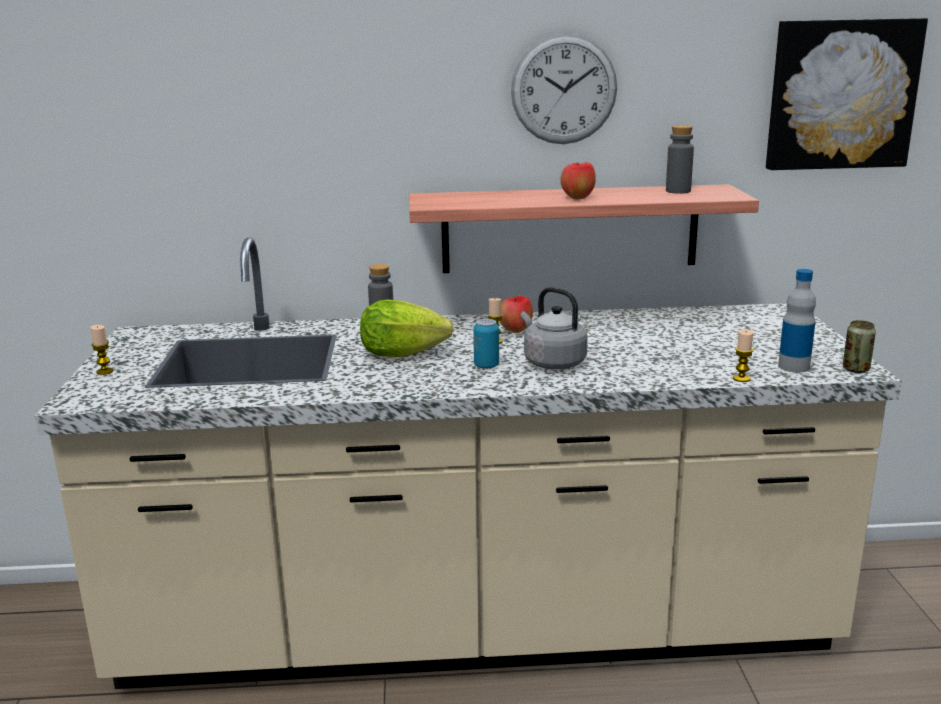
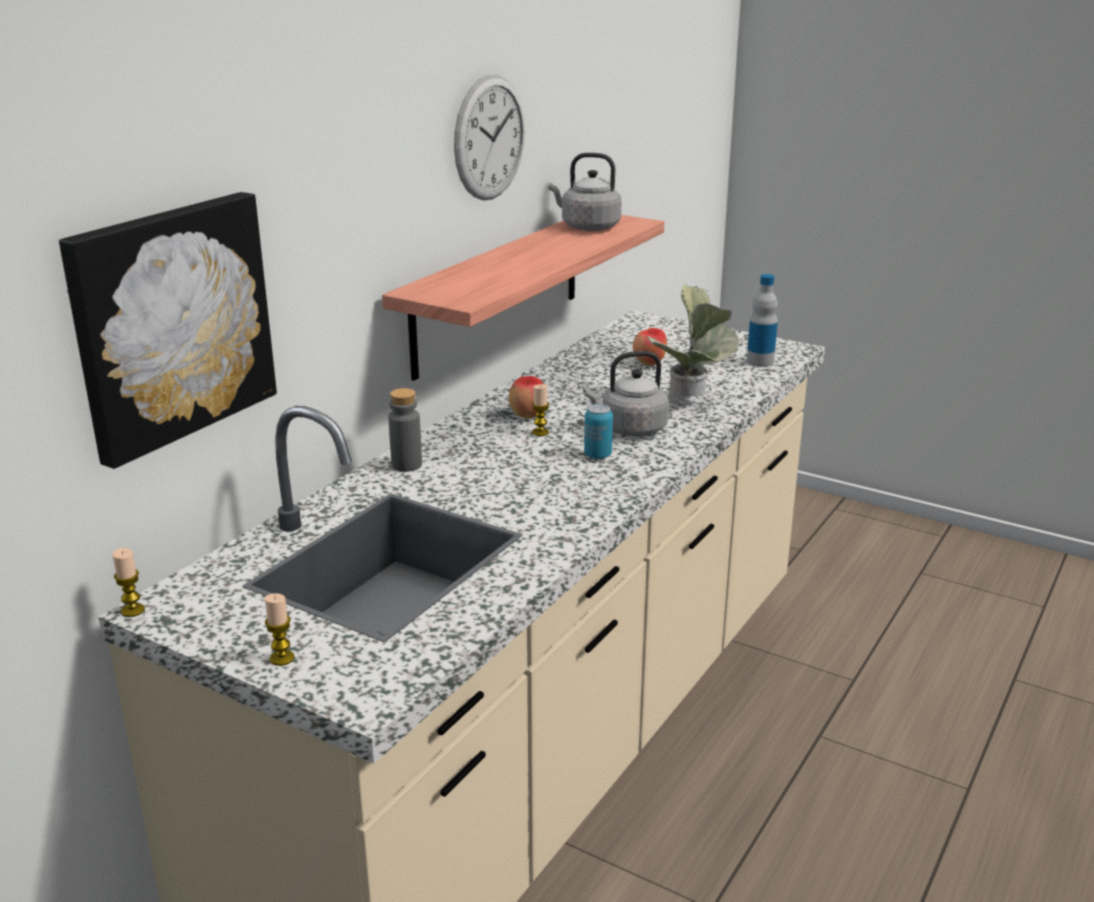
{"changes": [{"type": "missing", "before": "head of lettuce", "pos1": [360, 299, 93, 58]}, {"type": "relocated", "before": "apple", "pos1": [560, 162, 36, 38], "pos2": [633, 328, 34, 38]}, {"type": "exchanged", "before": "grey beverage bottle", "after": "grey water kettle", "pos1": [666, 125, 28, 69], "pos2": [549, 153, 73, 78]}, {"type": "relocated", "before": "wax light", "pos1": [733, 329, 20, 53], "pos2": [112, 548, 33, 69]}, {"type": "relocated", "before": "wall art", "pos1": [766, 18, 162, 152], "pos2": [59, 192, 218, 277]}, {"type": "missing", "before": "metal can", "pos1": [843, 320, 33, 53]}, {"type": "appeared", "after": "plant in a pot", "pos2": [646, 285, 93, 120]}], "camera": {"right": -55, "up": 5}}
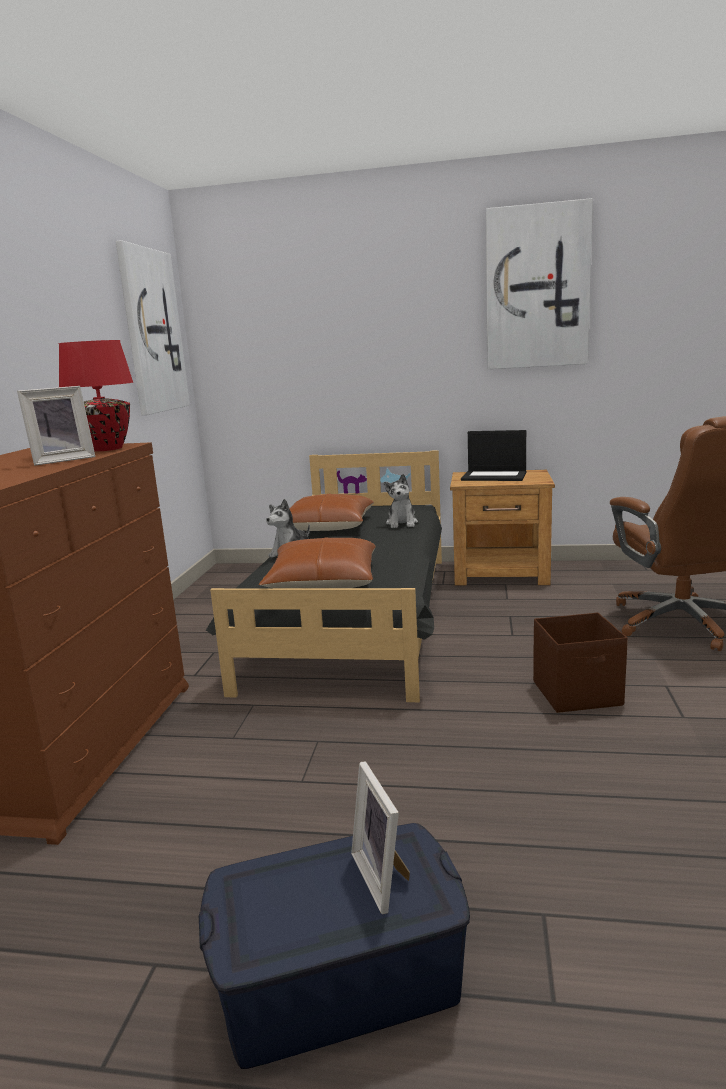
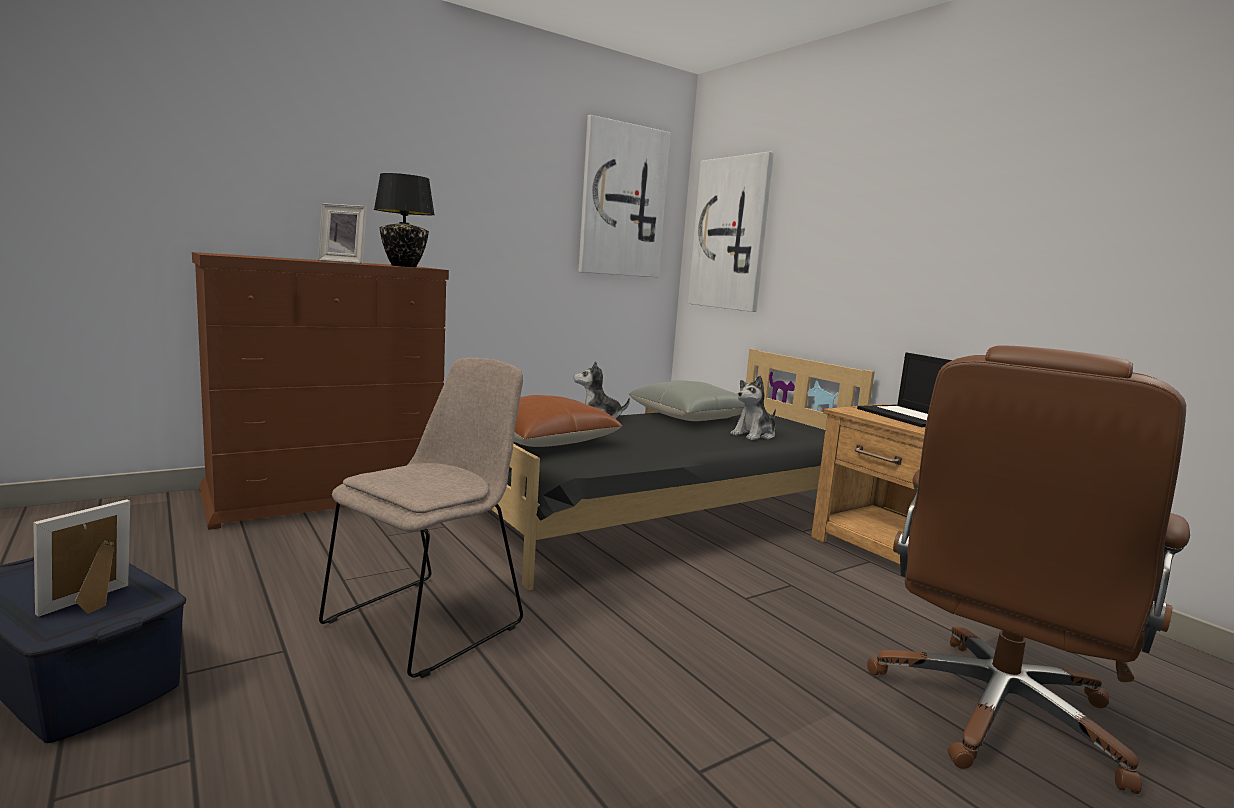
{"changes": [{"type": "colour", "before": "red-coloured tabletop lamp", "after": "black tabletop lamp", "pos1": [59, 340, 74, 111], "pos2": [374, 173, 61, 94]}, {"type": "colour", "before": "brown-coloured throw pillow", "after": "grey throw pillow", "pos1": [290, 494, 84, 37], "pos2": [629, 380, 116, 41]}, {"type": "relocated", "before": "wall art", "pos1": [486, 198, 107, 171], "pos2": [688, 152, 86, 160]}, {"type": "missing", "before": "brown-coloured storage bin", "pos1": [533, 612, 95, 101]}, {"type": "appeared", "after": "beige chair", "pos2": [319, 358, 204, 320]}], "camera": {"right": 45, "up": -5}}
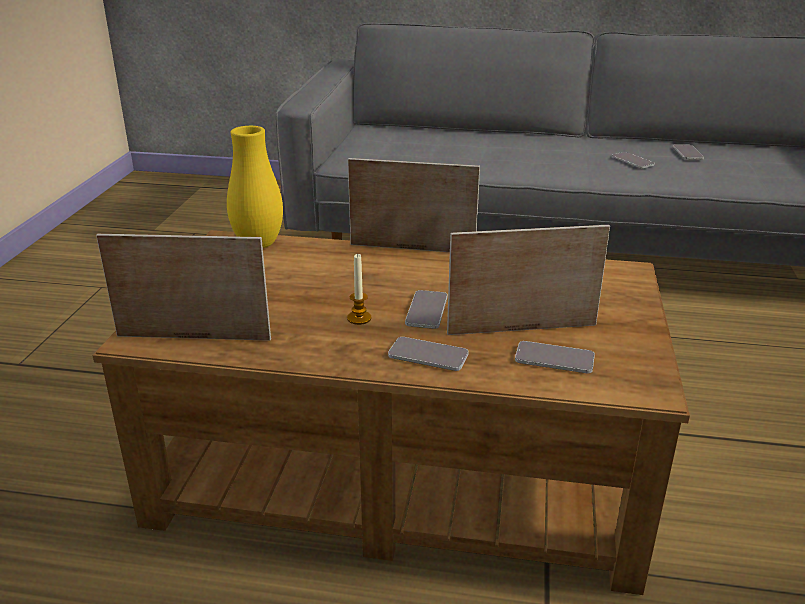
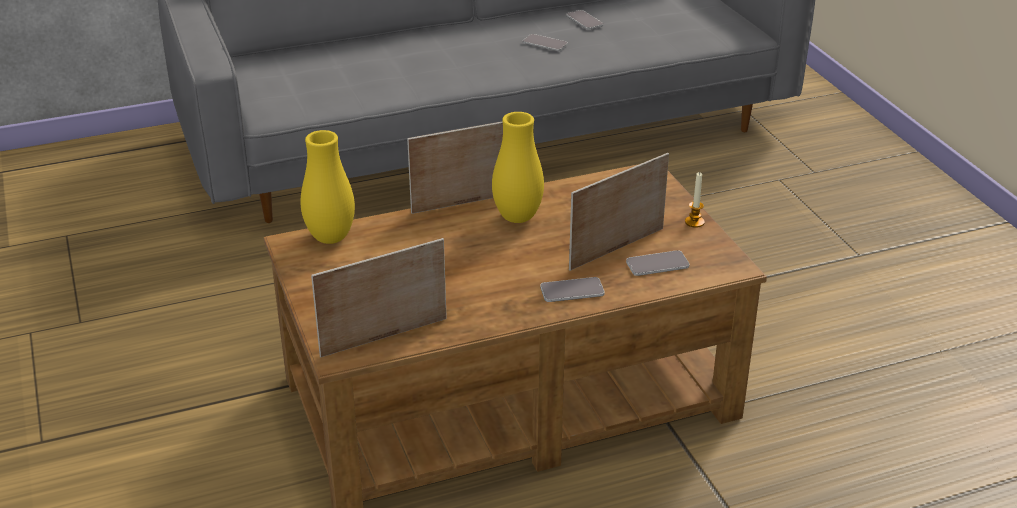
{"changes": [{"type": "relocated", "before": "wax light", "pos1": [347, 253, 24, 72], "pos2": [685, 172, 20, 56]}, {"type": "missing", "before": "handset", "pos1": [405, 290, 43, 39]}, {"type": "appeared", "after": "yellow decorative vase", "pos2": [492, 112, 52, 111]}], "camera": {"right": -30, "up": 5}}
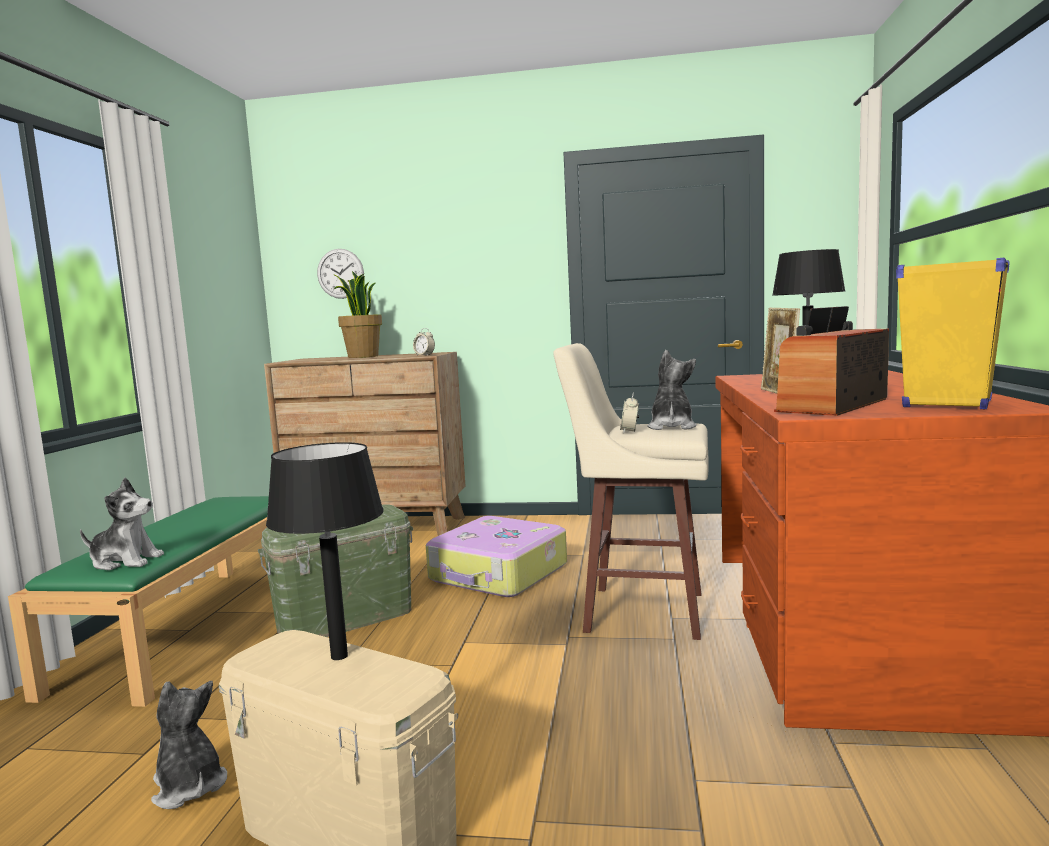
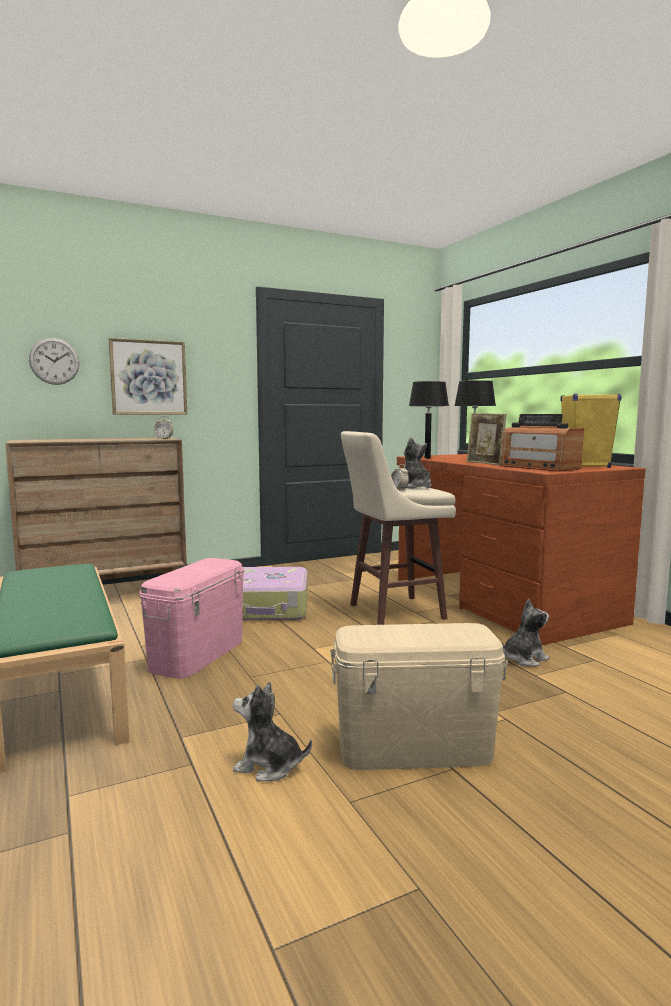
{"changes": [{"type": "relocated", "before": "plush toy", "pos1": [80, 477, 84, 93], "pos2": [502, 599, 47, 68]}, {"type": "colour", "before": "greenish storage bin", "after": "pink storage bin", "pos1": [258, 504, 155, 133], "pos2": [139, 558, 105, 121]}, {"type": "relocated", "before": "black tabletop lamp", "pos1": [266, 442, 118, 218], "pos2": [409, 381, 40, 78]}, {"type": "missing", "before": "plant in a pot", "pos1": [333, 271, 49, 87]}, {"type": "spun", "before": "radio receiver", "pos1": [774, 306, 115, 110], "pos2": [501, 414, 83, 58], "turn": -45}, {"type": "appeared", "after": "wall art", "pos2": [109, 338, 78, 77]}], "camera": {"right": -35, "up": 0}}
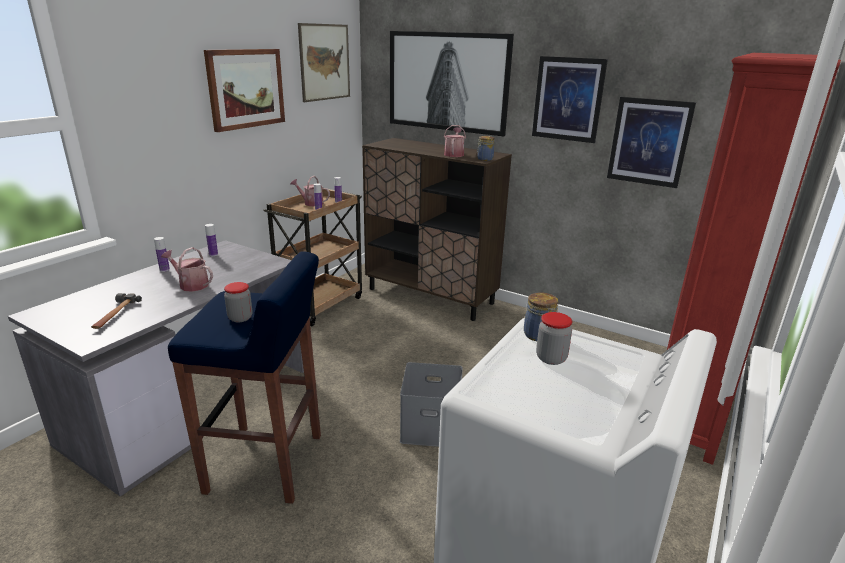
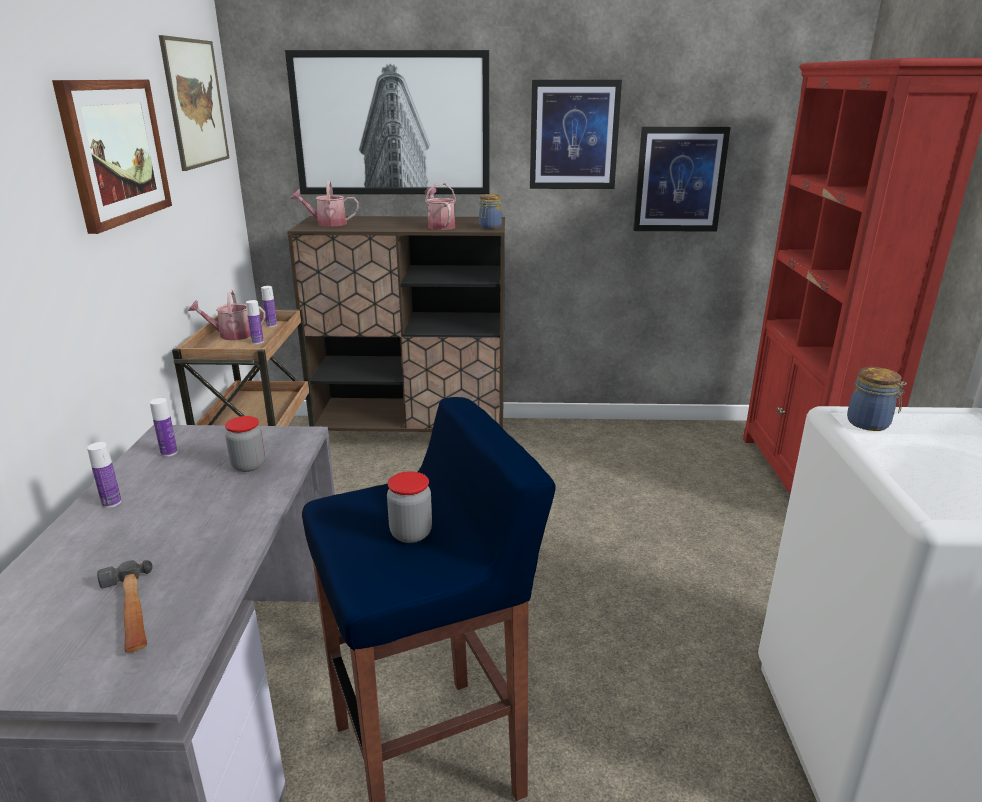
{"changes": [{"type": "relocated", "before": "watering can", "pos1": [161, 247, 52, 45], "pos2": [291, 181, 68, 46]}, {"type": "missing", "before": "grey storage bin", "pos1": [400, 362, 63, 85]}, {"type": "relocated", "before": "storage jar", "pos1": [536, 312, 36, 53], "pos2": [225, 416, 40, 56]}], "camera": {"right": -30, "up": 0}}
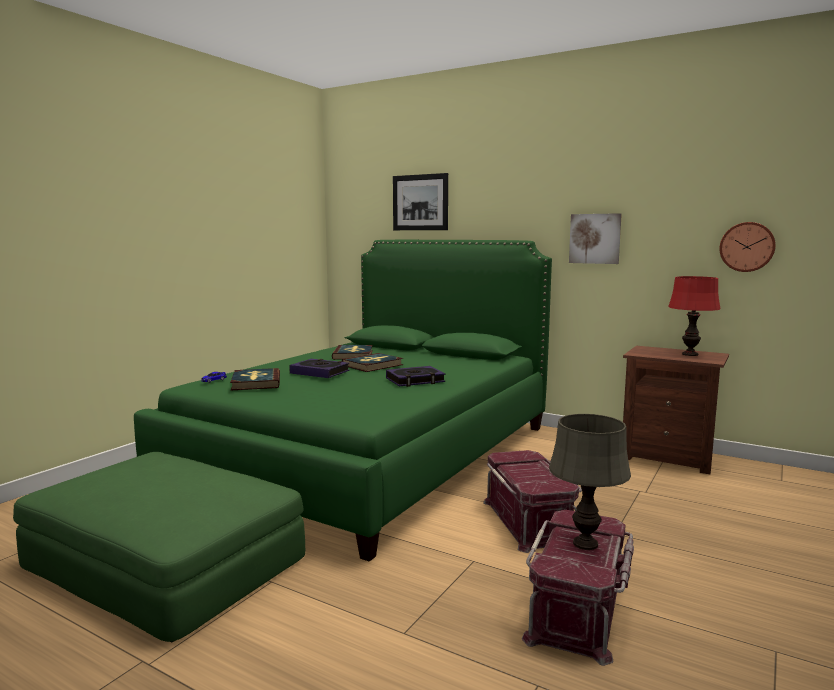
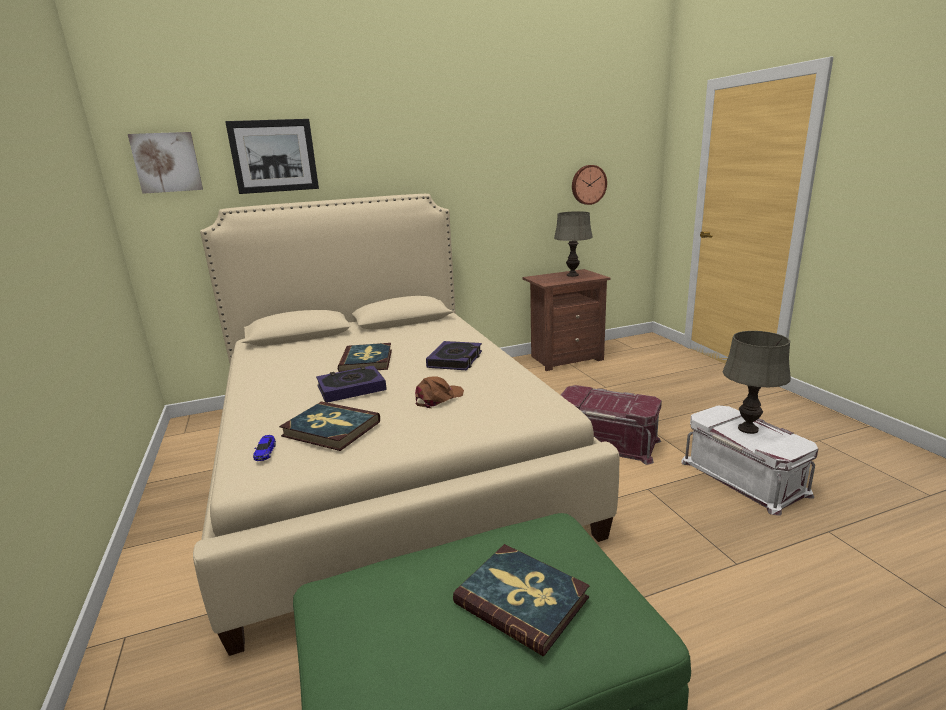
{"changes": [{"type": "colour", "before": "greenish bedroom bed", "after": "beige bedroom bed", "pos1": [134, 240, 418, 322], "pos2": [193, 194, 426, 462]}, {"type": "relocated", "before": "volume", "pos1": [332, 345, 41, 15], "pos2": [453, 544, 136, 112]}, {"type": "colour", "before": "red-coloured storage bin", "after": "white storage bin", "pos1": [522, 510, 112, 156], "pos2": [681, 406, 137, 110]}, {"type": "relocated", "before": "wall art", "pos1": [569, 213, 53, 51], "pos2": [128, 132, 75, 62]}, {"type": "colour", "before": "red-coloured tabletop lamp", "after": "grey tabletop lamp", "pos1": [668, 276, 52, 80], "pos2": [554, 211, 39, 66]}, {"type": "appeared", "after": "brown-coloured cap", "pos2": [415, 376, 49, 32]}], "camera": {"right": -50, "up": 10}}
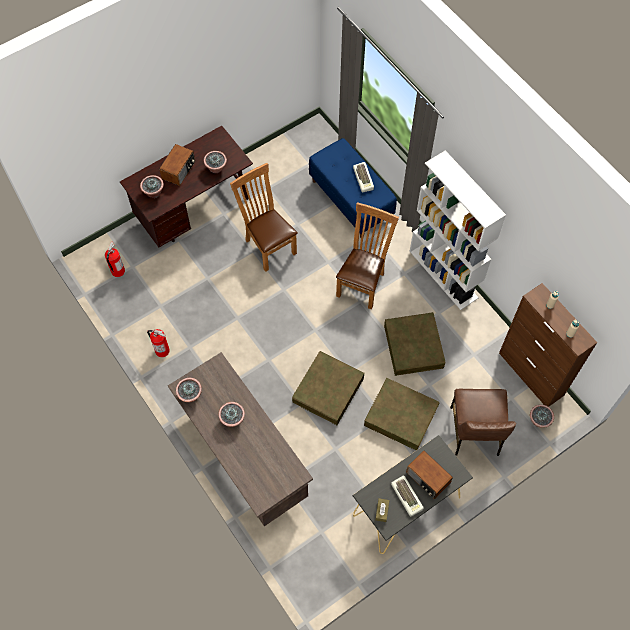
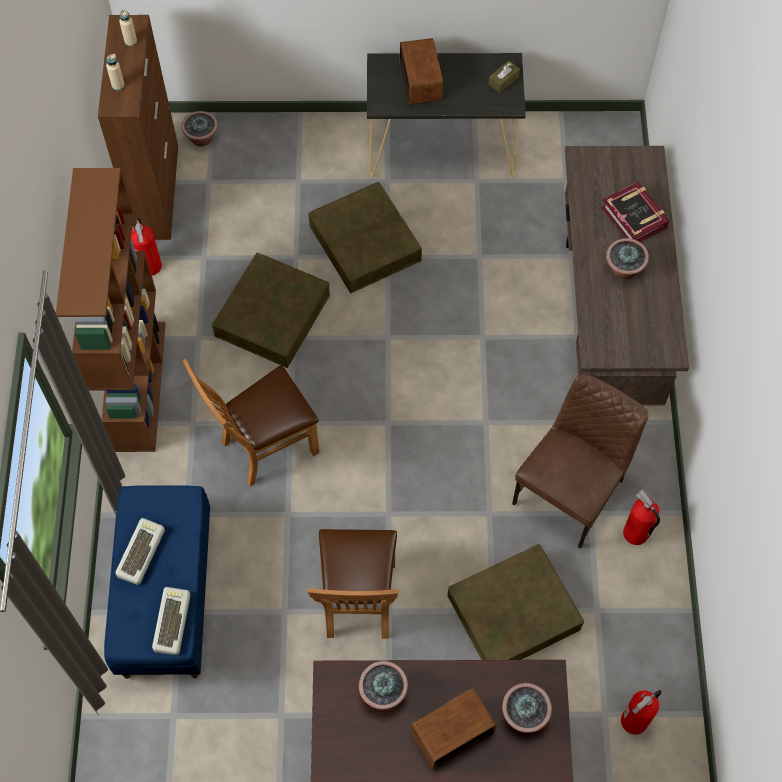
{"changes": [{"type": "missing", "before": "plant in a pot", "pos1": [176, 378, 26, 24]}, {"type": "relocated", "before": "brown-coloured storage bin", "pos1": [292, 351, 72, 74], "pos2": [447, 544, 137, 116]}, {"type": "relocated", "before": "computer keyboard", "pos1": [391, 476, 32, 40], "pos2": [152, 587, 38, 68]}, {"type": "colour", "before": "white shelving unit", "after": "brown-coloured shelving unit", "pos1": [409, 151, 97, 159], "pos2": [56, 168, 110, 284]}, {"type": "relocated", "before": "brown-coloured chair", "pos1": [450, 389, 66, 67], "pos2": [512, 374, 136, 175]}, {"type": "appeared", "after": "fire-fighting cylinder", "pos2": [131, 217, 31, 59]}, {"type": "appeared", "after": "volume", "pos2": [601, 182, 68, 60]}], "camera": {"right": -145, "up": 0}}
